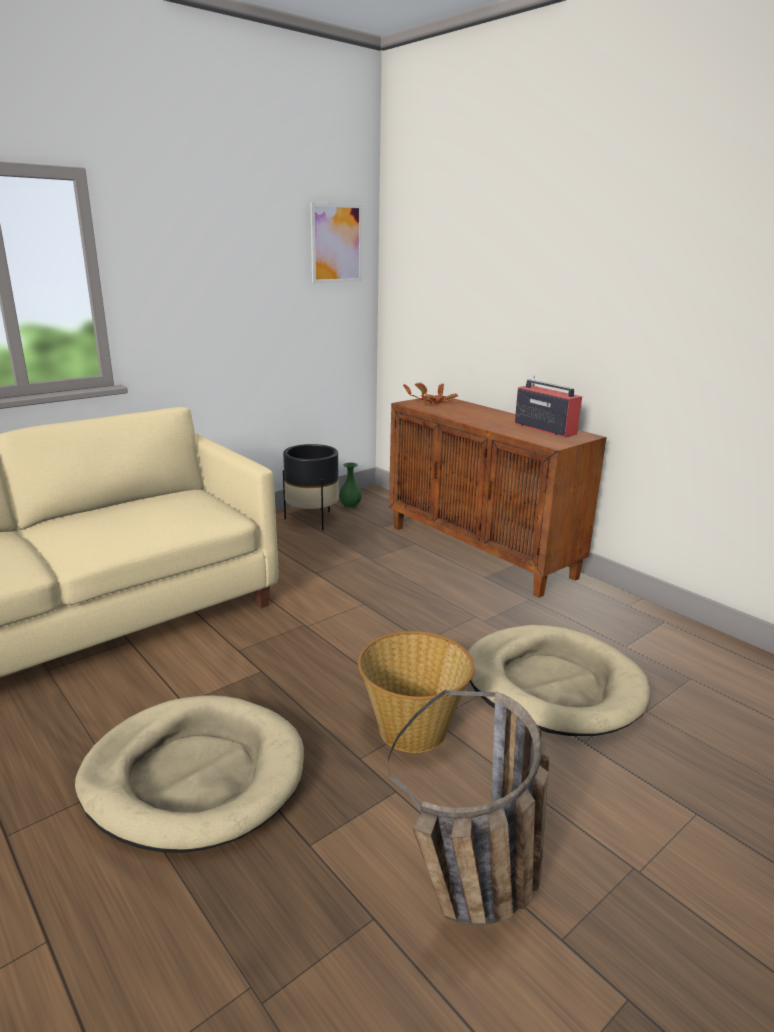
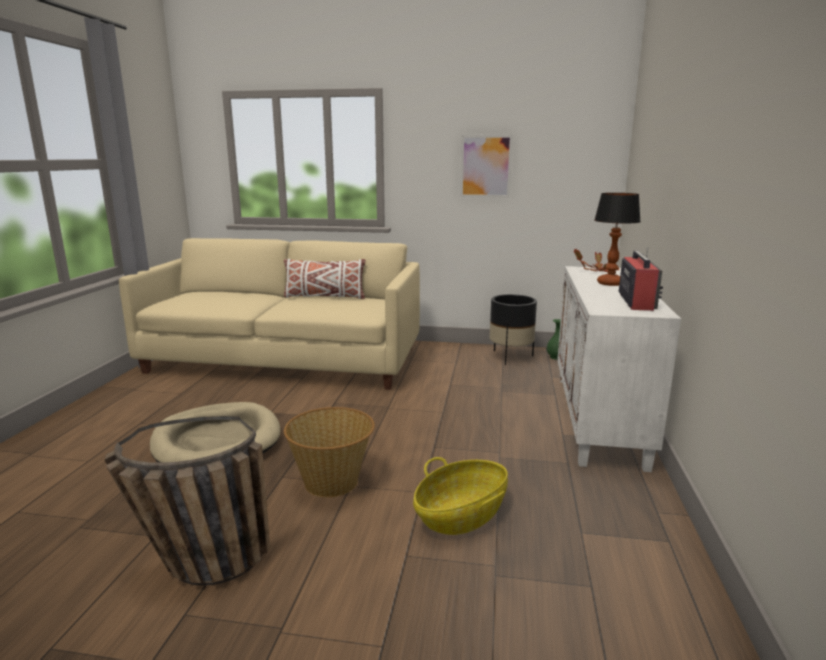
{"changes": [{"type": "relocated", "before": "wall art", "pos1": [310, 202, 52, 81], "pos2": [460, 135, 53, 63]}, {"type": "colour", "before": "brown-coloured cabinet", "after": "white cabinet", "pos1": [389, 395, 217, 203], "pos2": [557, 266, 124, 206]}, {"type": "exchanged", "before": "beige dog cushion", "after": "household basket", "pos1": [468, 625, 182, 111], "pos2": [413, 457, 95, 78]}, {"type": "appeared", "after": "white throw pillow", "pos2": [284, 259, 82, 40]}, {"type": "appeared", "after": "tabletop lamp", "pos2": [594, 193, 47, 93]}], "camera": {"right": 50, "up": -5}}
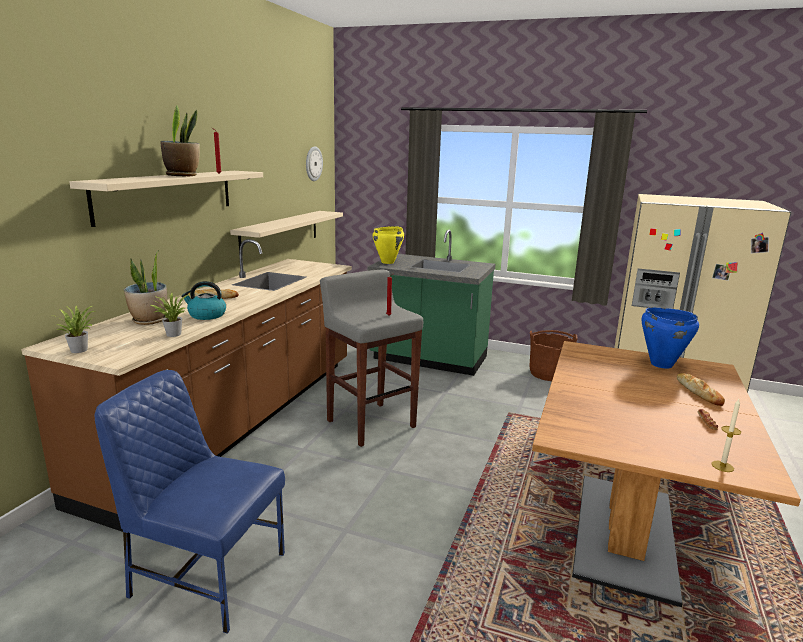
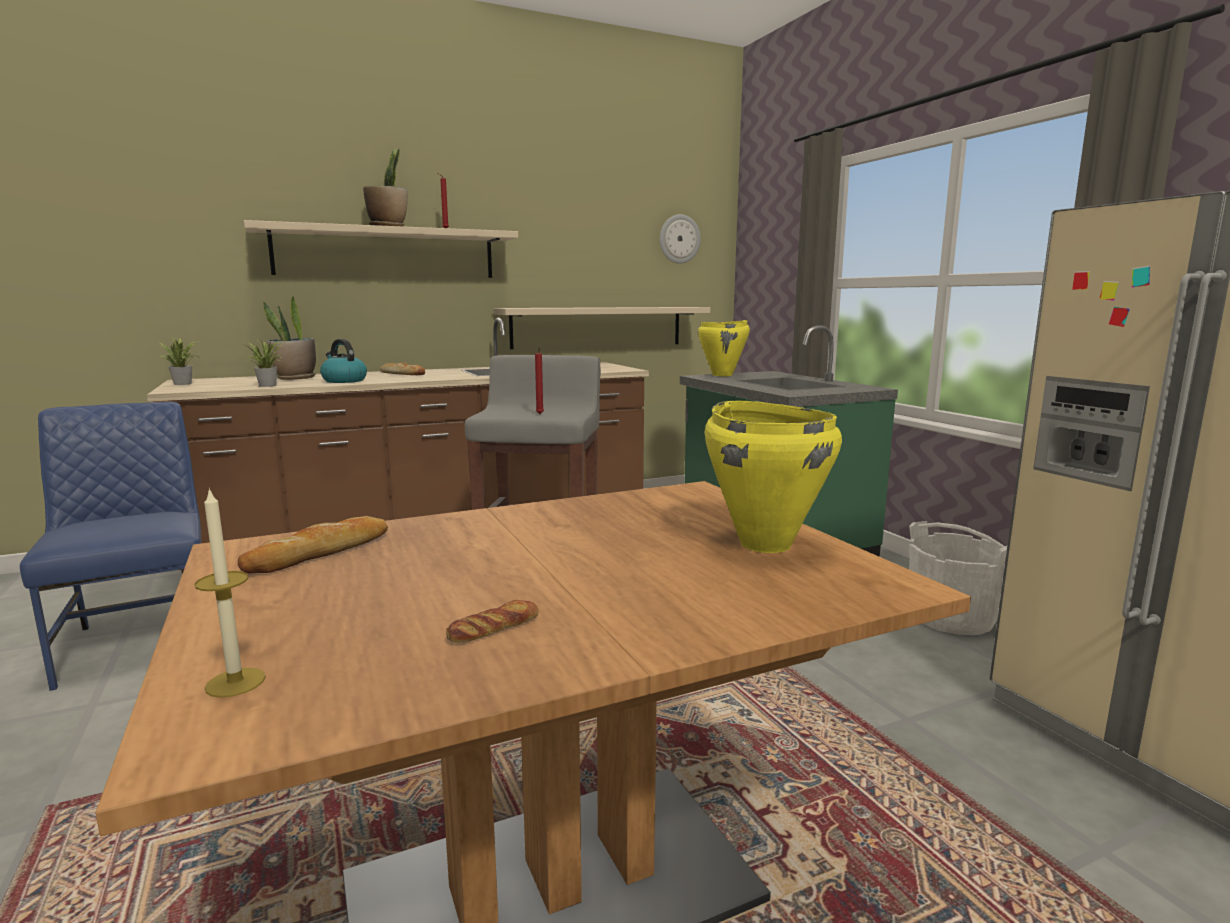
{"changes": [{"type": "colour", "before": "brown-coloured bucket", "after": "white bucket", "pos1": [529, 330, 49, 51], "pos2": [909, 521, 98, 114]}, {"type": "colour", "before": "bluish cooking pot", "after": "yellow cooking pot", "pos1": [641, 308, 58, 61], "pos2": [705, 401, 137, 152]}, {"type": "relocated", "before": "bakery bread", "pos1": [677, 373, 48, 33], "pos2": [238, 516, 150, 58]}], "camera": {"right": 45, "up": -5}}
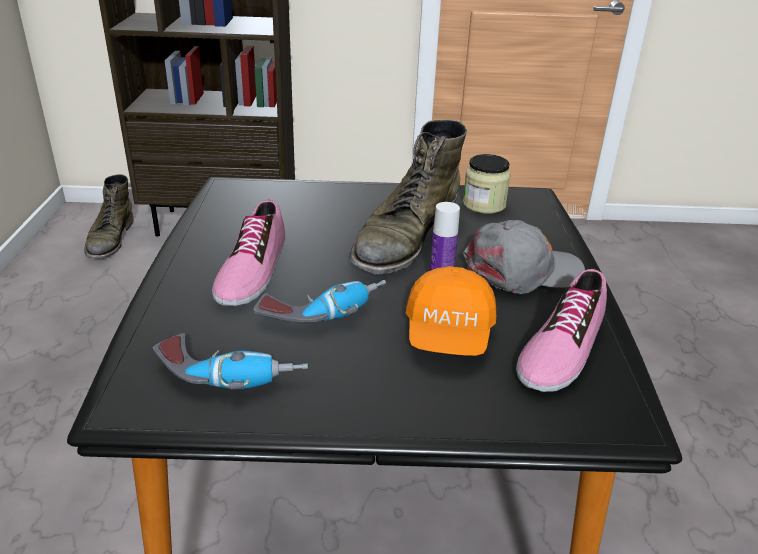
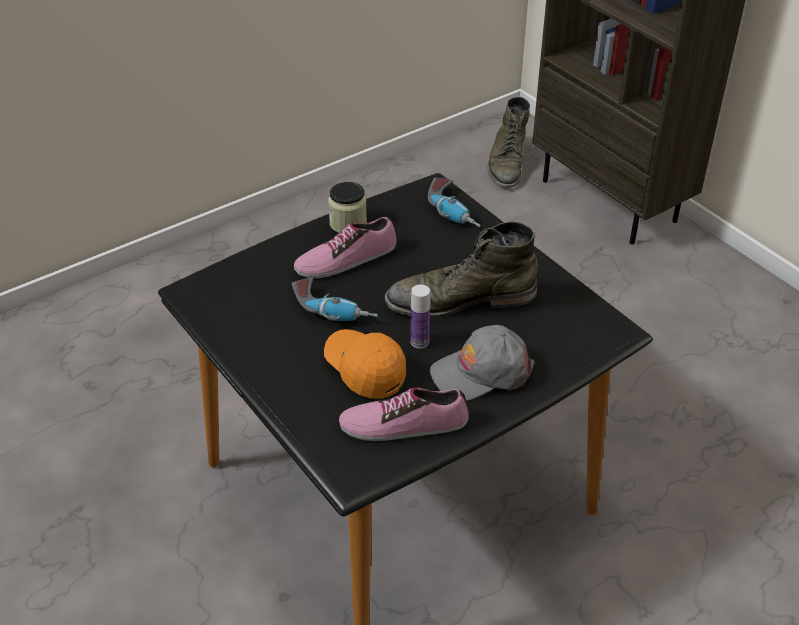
{"changes": [{"type": "spun", "before": "greenish high-top boot", "pos1": [84, 174, 49, 85], "pos2": [487, 97, 43, 91], "turn": -45}, {"type": "relocated", "before": "power drill", "pos1": [153, 333, 155, 57], "pos2": [428, 178, 53, 49]}, {"type": "spun", "before": "orange cap", "pos1": [406, 266, 90, 90], "pos2": [324, 329, 82, 70], "turn": 75}, {"type": "relocated", "before": "storage jar", "pos1": [463, 154, 48, 60], "pos2": [328, 182, 39, 51]}, {"type": "spun", "before": "grey cap", "pos1": [463, 220, 122, 74], "pos2": [430, 325, 105, 76], "turn": 120}], "camera": {"right": 55, "up": 10}}
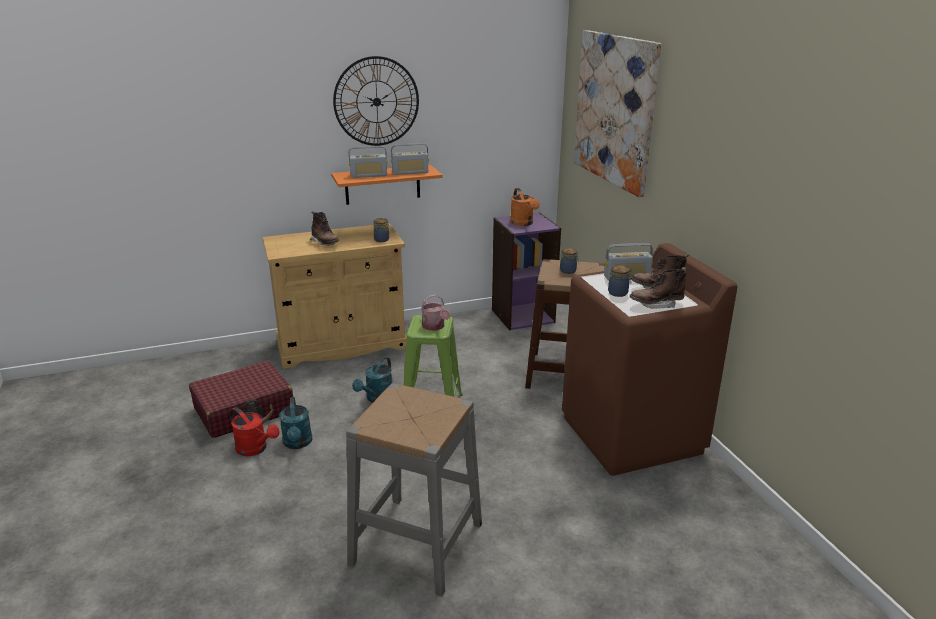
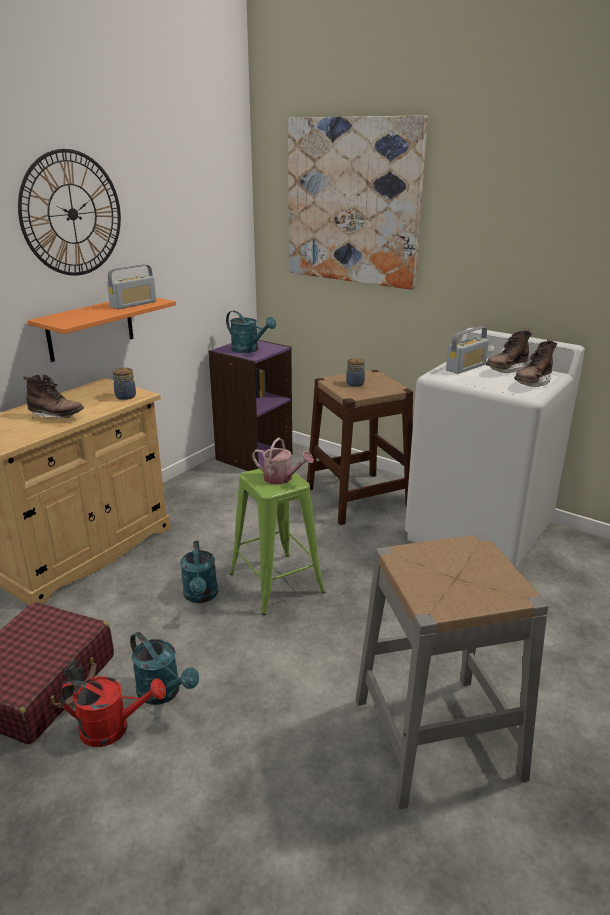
{"changes": [{"type": "missing", "before": "radio receiver", "pos1": [349, 146, 38, 32]}, {"type": "colour", "before": "orange watering can", "after": "turquoise watering can", "pos1": [510, 188, 30, 38], "pos2": [226, 311, 50, 42]}, {"type": "colour", "before": "brown-coloured washing machine", "after": "white washing machine", "pos1": [562, 243, 175, 233], "pos2": [405, 328, 180, 241]}, {"type": "missing", "before": "storage jar", "pos1": [608, 265, 24, 32]}], "camera": {"right": -35, "up": 0}}
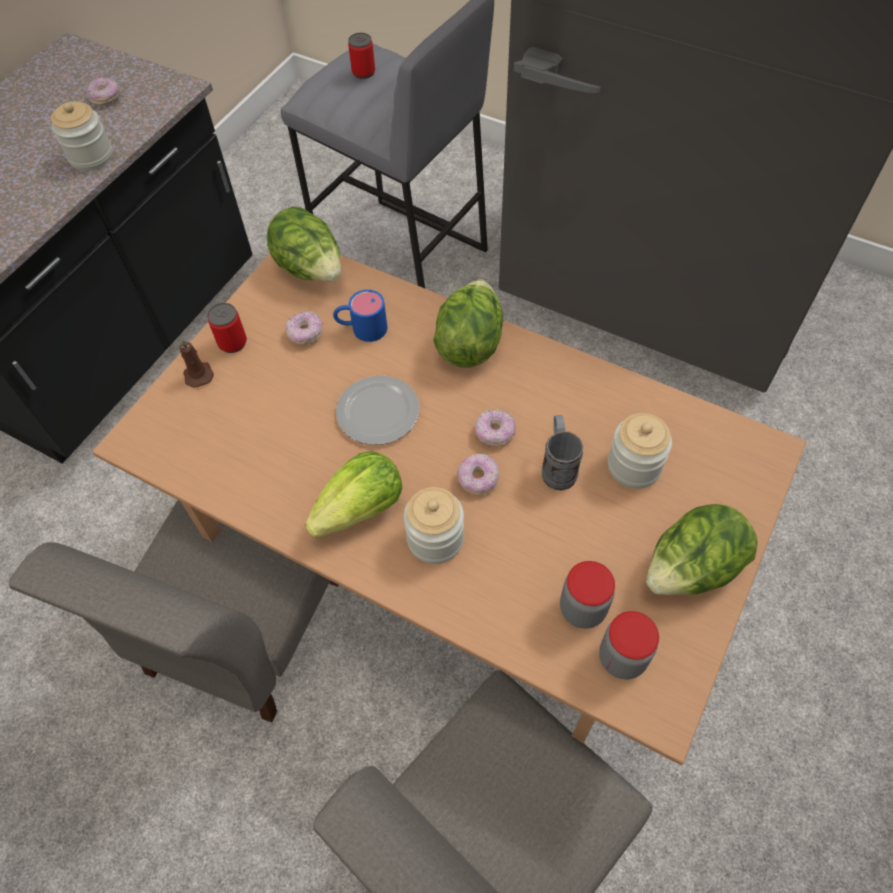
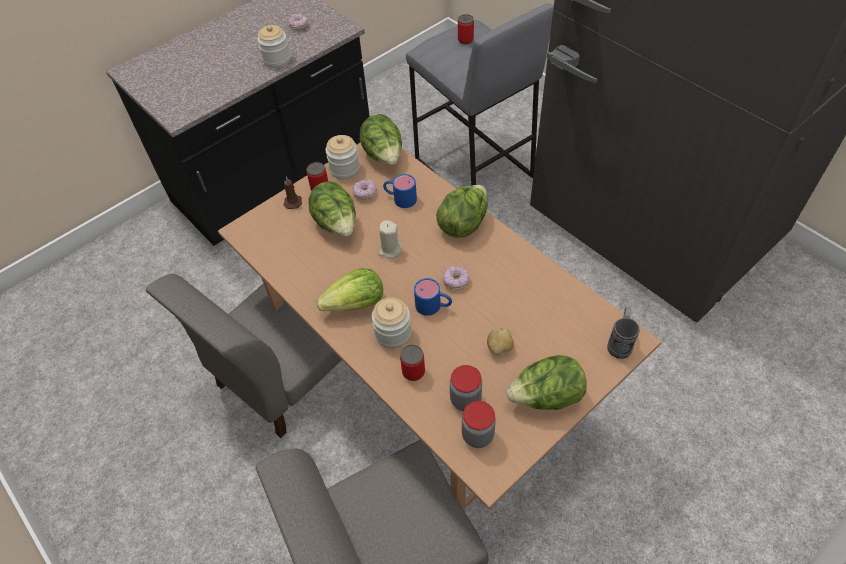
{"changes": [{"type": "exchanged", "before": "dinner plate", "after": "beige wax light", "pos1": [336, 376, 83, 69], "pos2": [379, 220, 23, 38]}, {"type": "exchanged", "before": "donut", "after": "bluish coffee mug", "pos1": [457, 453, 43, 42], "pos2": [414, 278, 38, 38]}, {"type": "relocated", "before": "grey coffee mug", "pos1": [542, 415, 41, 75], "pos2": [607, 307, 33, 52]}, {"type": "relocated", "before": "storage jar", "pos1": [608, 413, 64, 75], "pos2": [325, 135, 35, 44]}, {"type": "appeared", "after": "head of lettuce", "pos2": [308, 181, 48, 55]}, {"type": "appeared", "after": "metal can", "pos2": [400, 345, 25, 36]}, {"type": "appeared", "after": "potato", "pos2": [487, 327, 27, 28]}], "camera": {"right": 20, "up": -5}}
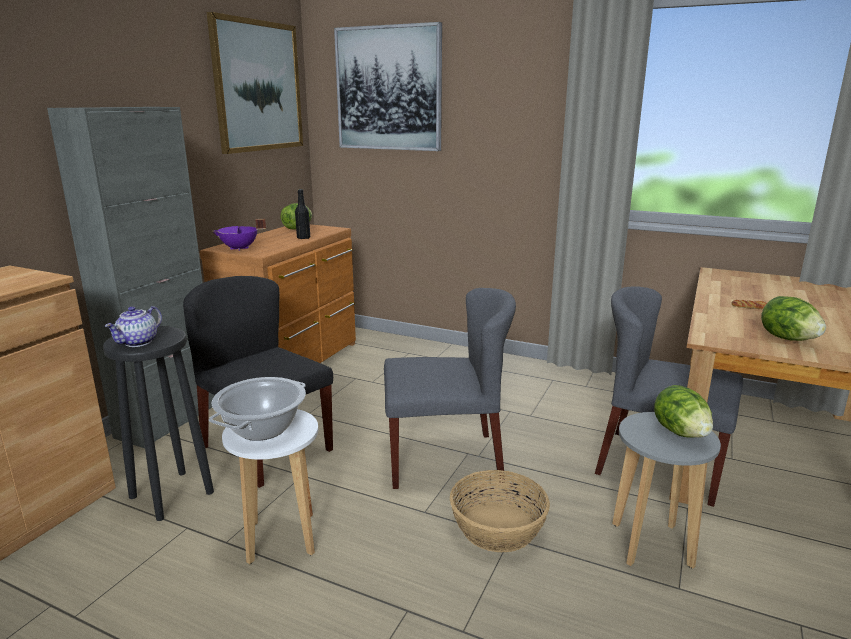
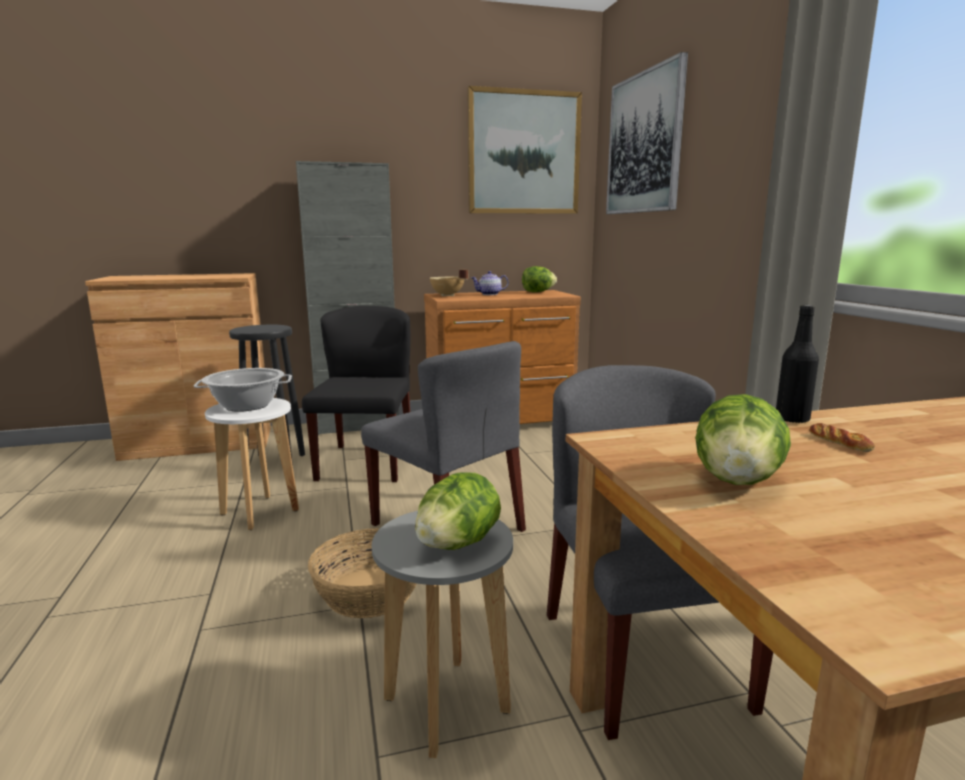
{"changes": [{"type": "relocated", "before": "teapot", "pos1": [105, 306, 57, 41], "pos2": [471, 271, 38, 24]}, {"type": "colour", "before": "purple-coloured cooking pot", "after": "beige cooking pot", "pos1": [212, 219, 54, 32], "pos2": [430, 270, 38, 27]}, {"type": "relocated", "before": "black beverage bottle", "pos1": [295, 189, 15, 50], "pos2": [776, 305, 43, 118]}], "camera": {"right": 50, "up": -5}}
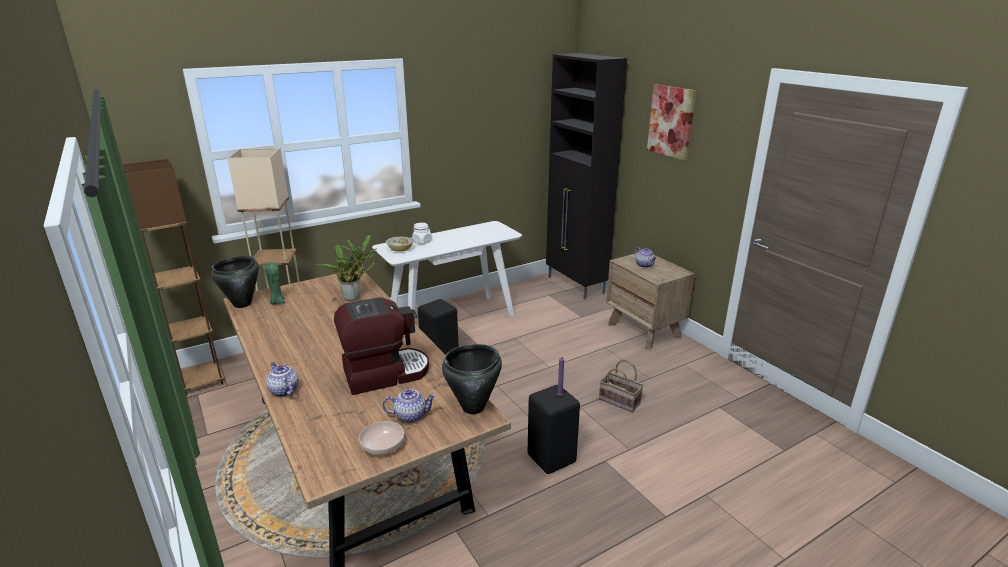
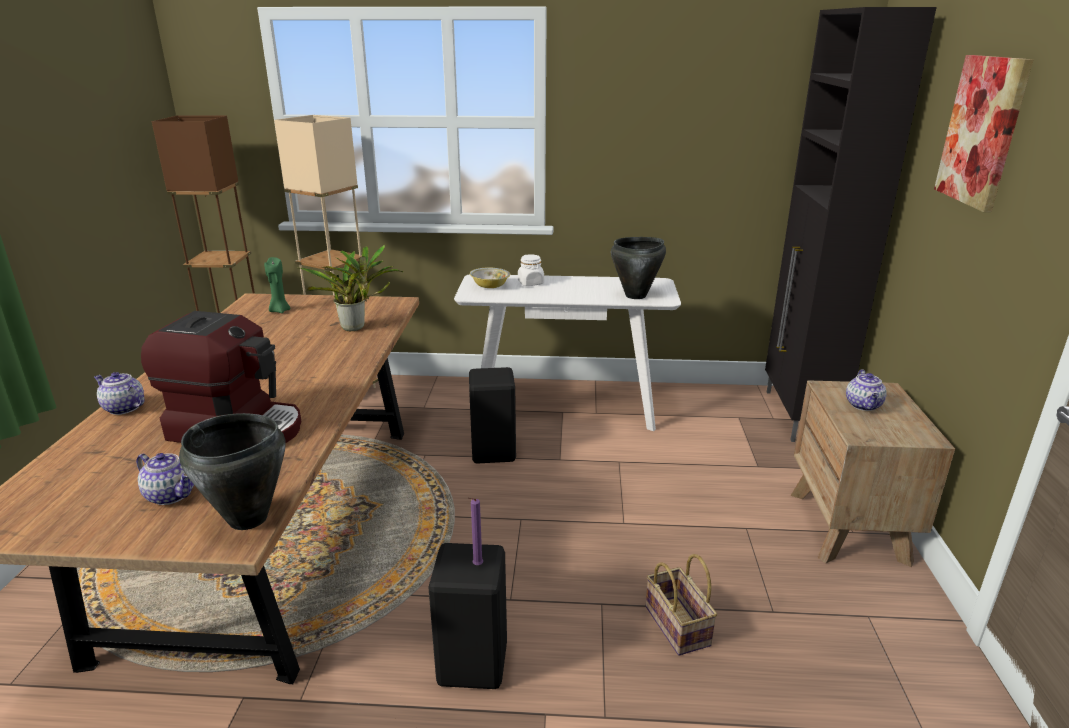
{"changes": [{"type": "relocated", "before": "black cooking pot", "pos1": [211, 256, 48, 52], "pos2": [611, 237, 55, 62]}, {"type": "spun", "before": "teapot", "pos1": [266, 362, 33, 35], "pos2": [94, 372, 51, 43], "turn": -60}, {"type": "missing", "before": "bowl", "pos1": [359, 421, 45, 34]}], "camera": {"right": 35, "up": 0}}
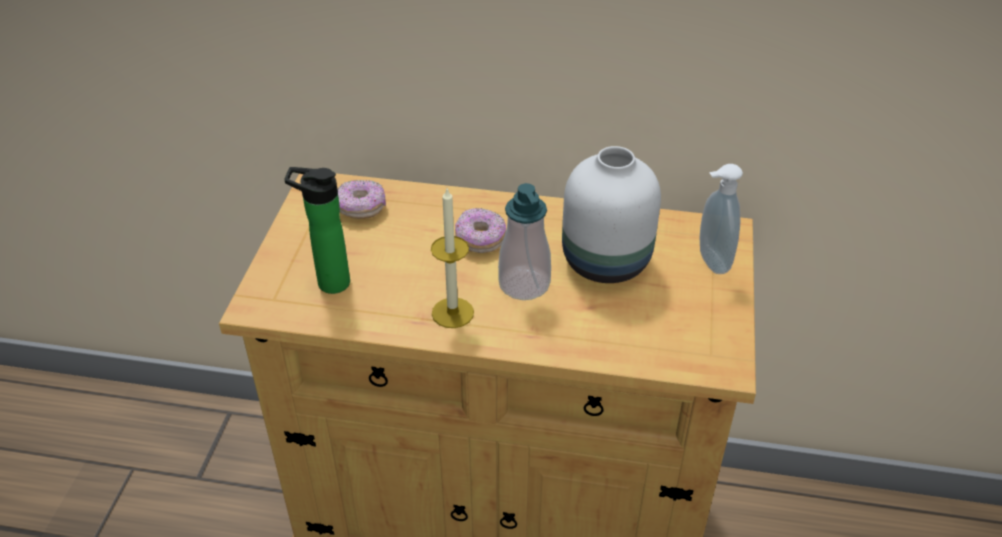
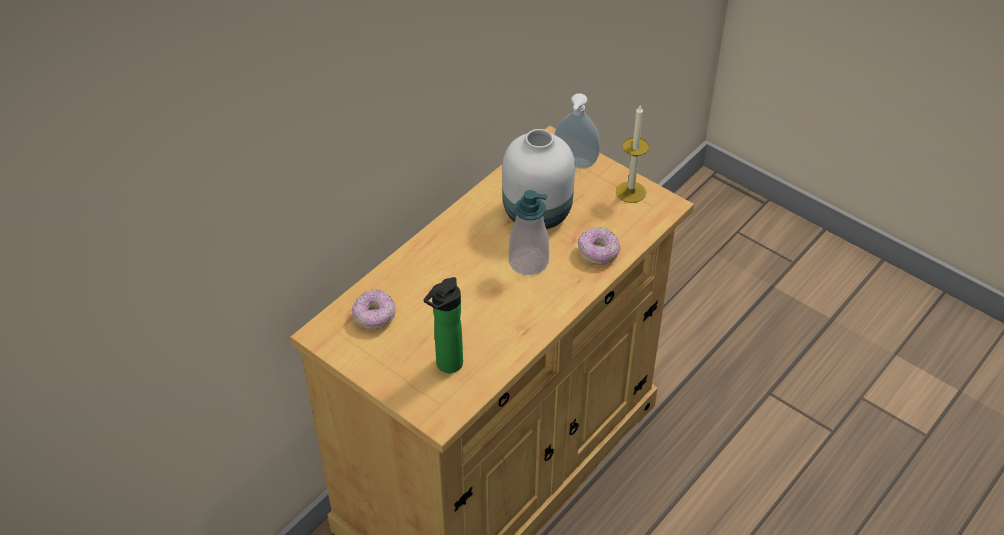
{"changes": [{"type": "relocated", "before": "wax light", "pos1": [431, 189, 43, 139], "pos2": [616, 104, 33, 99]}, {"type": "relocated", "before": "donut", "pos1": [455, 208, 51, 45], "pos2": [578, 227, 42, 38]}], "camera": {"right": -60, "up": 5}}
